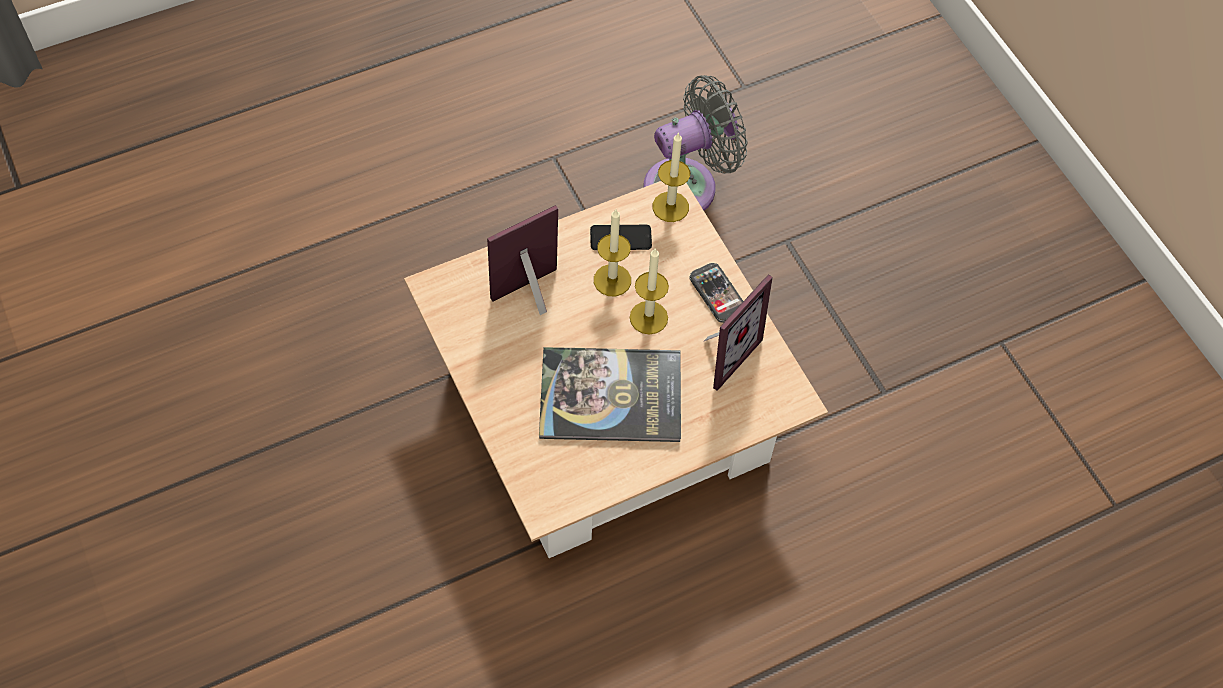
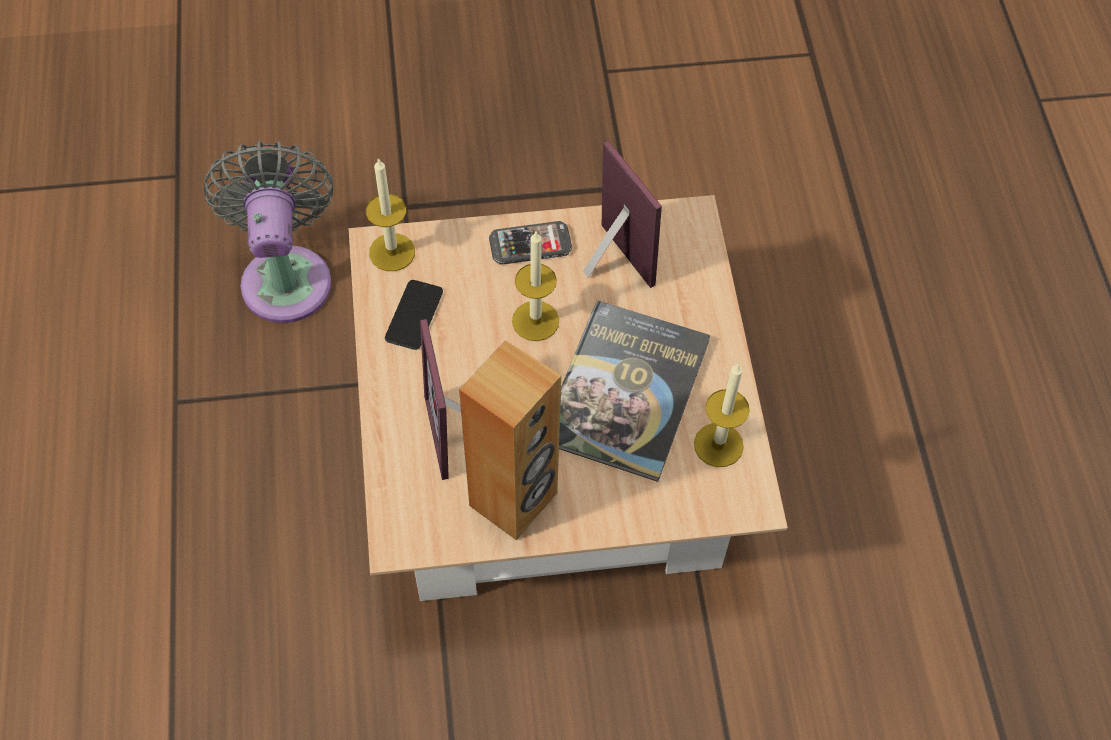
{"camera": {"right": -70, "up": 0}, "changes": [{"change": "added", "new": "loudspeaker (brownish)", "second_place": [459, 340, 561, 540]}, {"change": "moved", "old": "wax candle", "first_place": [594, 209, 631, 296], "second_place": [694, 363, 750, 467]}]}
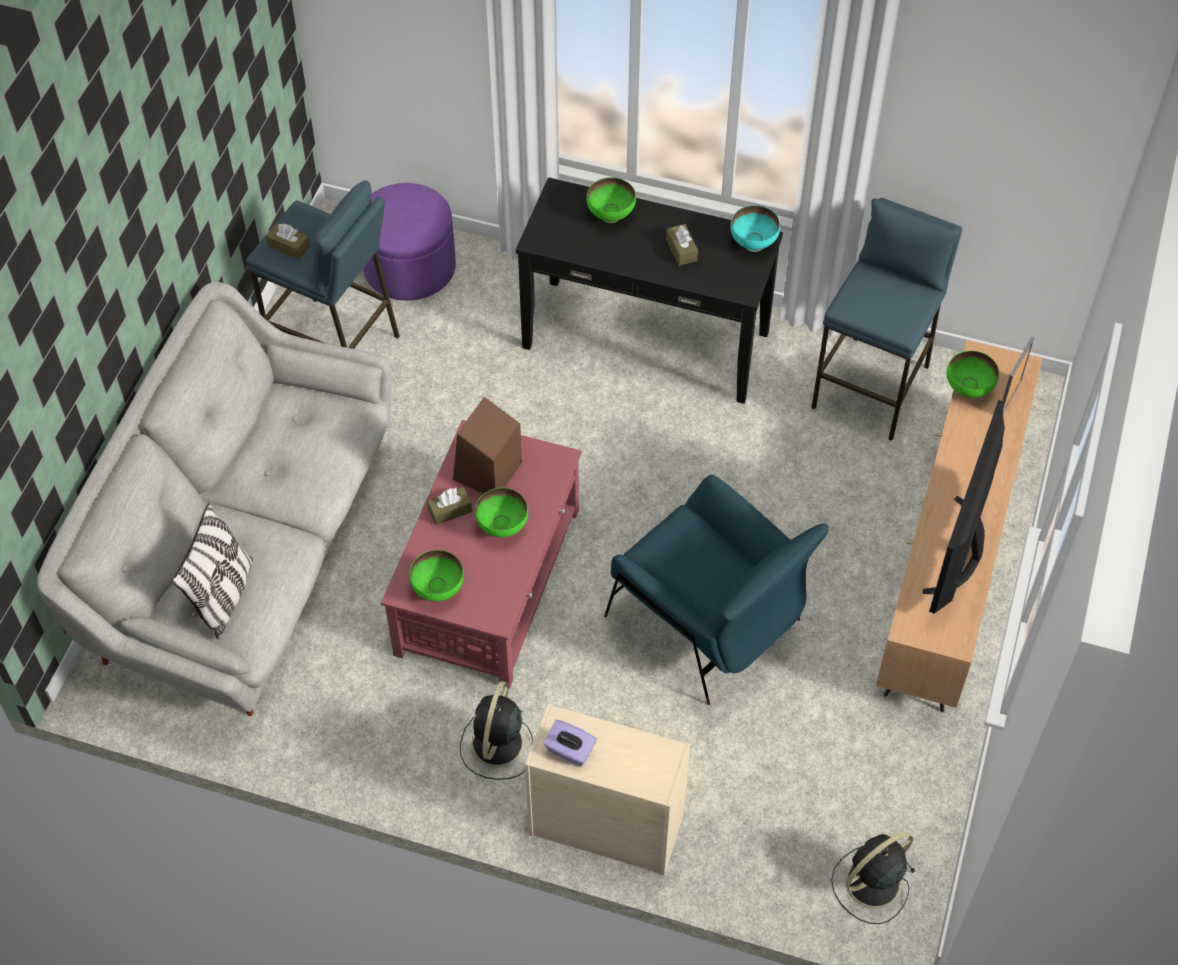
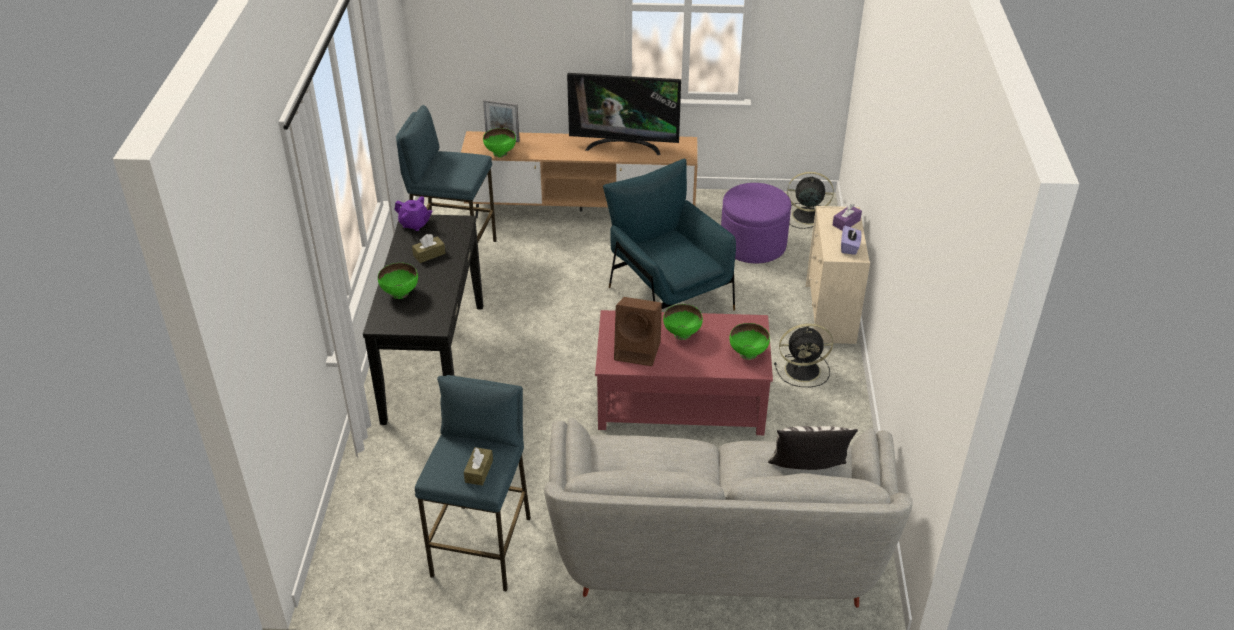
{"camera": {"right": -105, "up": -15}, "changes": [{"change": "replaced", "old": "deep dish (turquoise)", "new": "pot for tea (purple)", "first_place": [730, 205, 780, 252], "second_place": [395, 196, 432, 231]}, {"change": "turned", "old": "lounge chair (bluish)", "first_place": [604, 475, 829, 705], "second_place": [603, 159, 736, 311], "degrees": -60}, {"change": "moved", "old": "footrest (purple)", "first_place": [363, 183, 456, 301], "second_place": [721, 183, 791, 264]}, {"change": "turned", "old": "electric fan (blackish)", "first_place": [831, 832, 916, 924], "second_place": [787, 172, 834, 229], "degrees": 150}, {"change": "added", "new": "box of tissues (purple)", "second_place": [833, 204, 862, 231]}, {"change": "removed", "old": "box of tissues (brownish)", "first_place": [427, 487, 472, 525]}]}
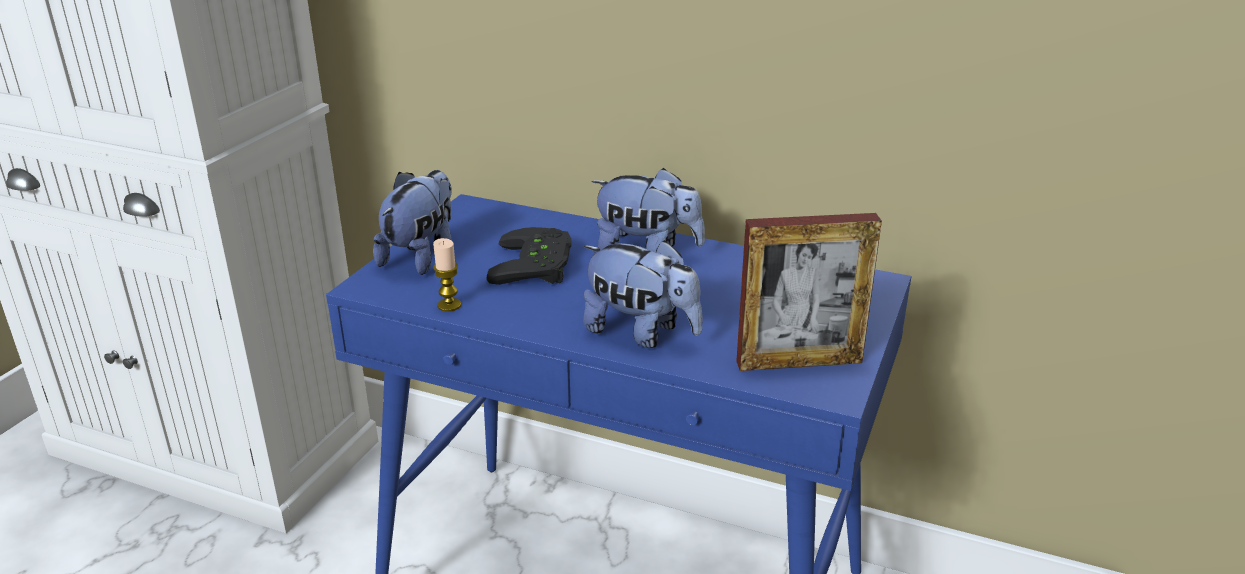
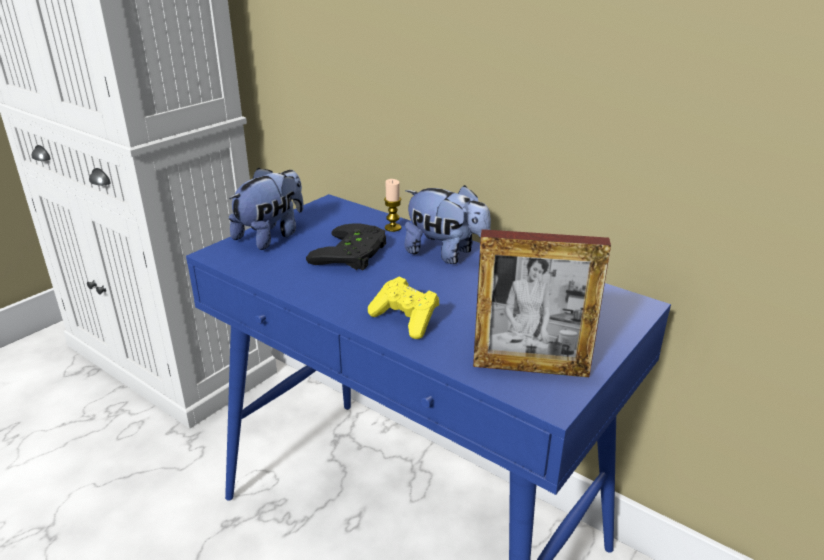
{"camera": {"right": 15, "up": 0}, "changes": [{"change": "replaced", "old": "soft toy", "new": "gamepad (yellowish)", "first_place": [583, 240, 703, 348], "second_place": [368, 277, 439, 339]}, {"change": "moved", "old": "wax candle", "first_place": [433, 238, 461, 312], "second_place": [384, 179, 402, 232]}]}
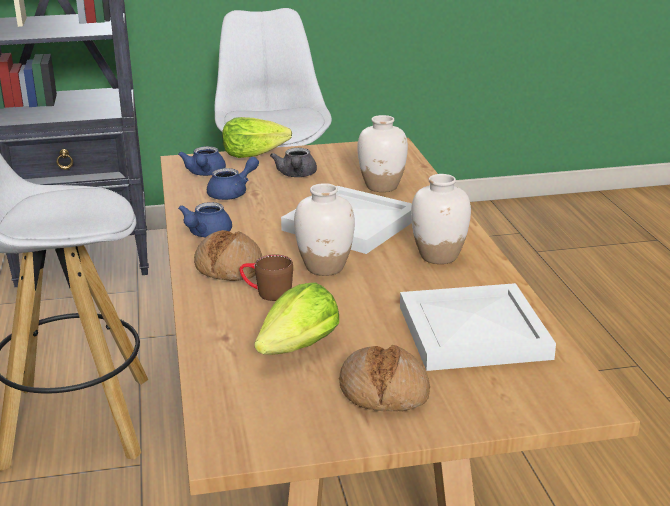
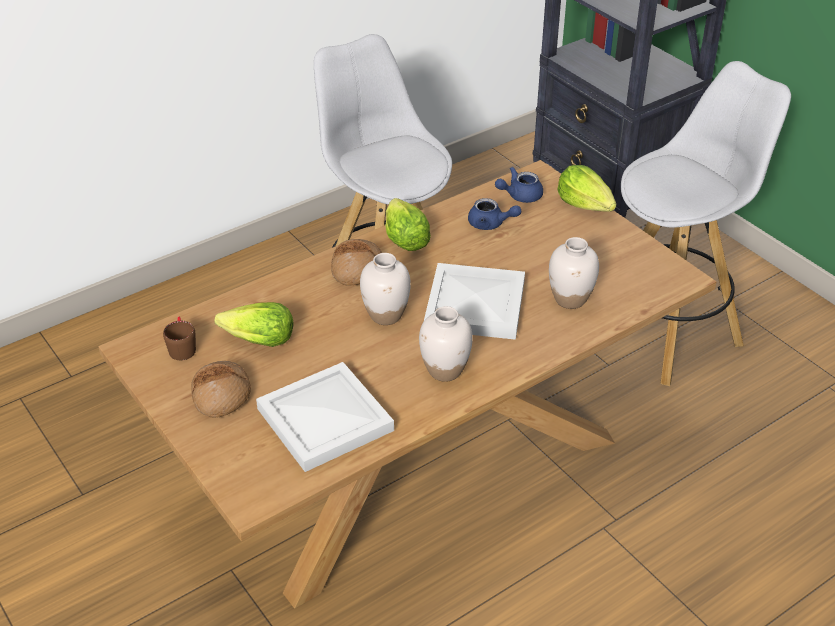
{"camera": {"right": 65, "up": 15}, "changes": [{"change": "moved", "old": "tea mug (brownish)", "first_place": [239, 254, 293, 301], "second_place": [163, 317, 196, 360]}, {"change": "replaced", "old": "pot for tea (bluish)", "new": "head of lettuce", "first_place": [178, 202, 232, 237], "second_place": [385, 198, 431, 251]}, {"change": "removed", "old": "pot for tea (gray)", "first_place": [270, 148, 317, 177]}]}
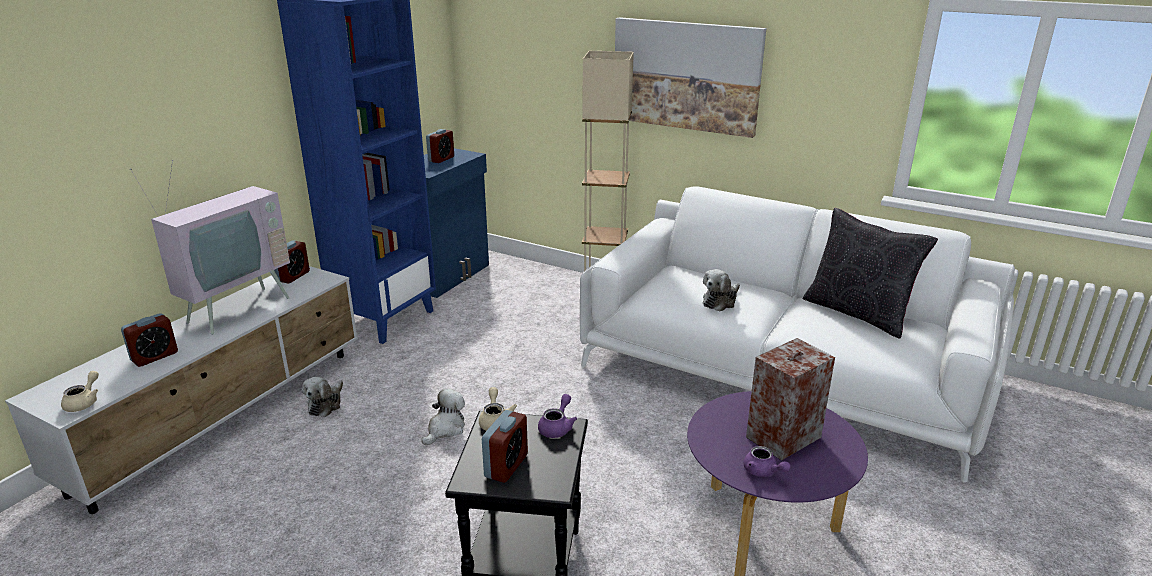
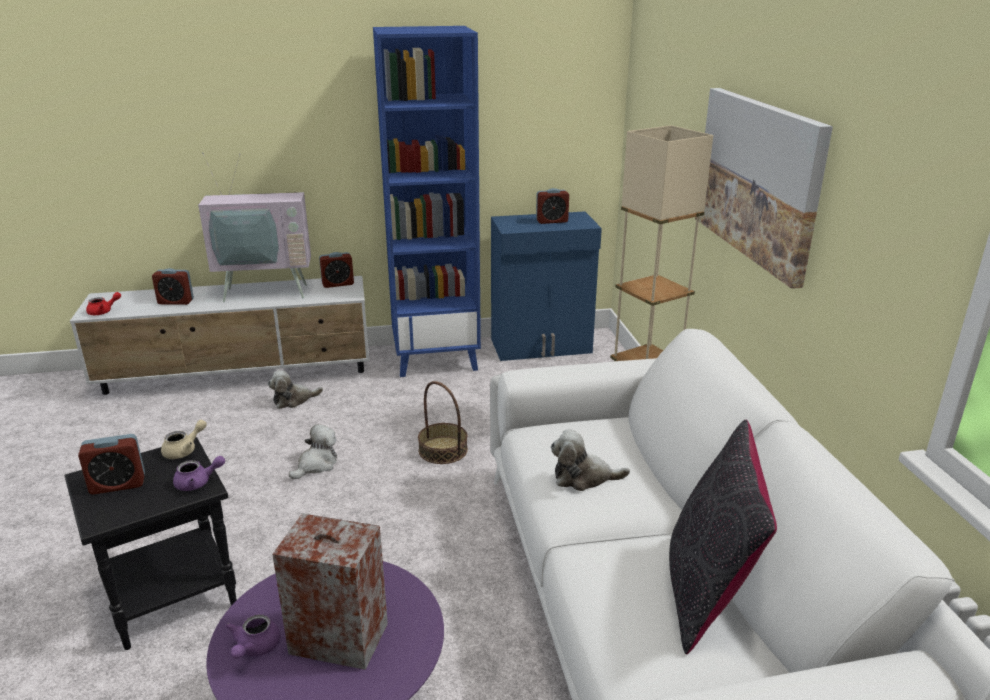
{"camera": {"right": 50, "up": 0}, "changes": [{"change": "recoloured", "old": "pot for tea (beige)", "new": "pot for tea (red)", "first_place": [61, 371, 99, 412], "second_place": [86, 292, 121, 315]}, {"change": "turned", "old": "soft toy", "first_place": [421, 389, 465, 445], "second_place": [289, 424, 337, 479], "degrees": -45}, {"change": "added", "new": "basket", "second_place": [418, 381, 468, 464]}]}
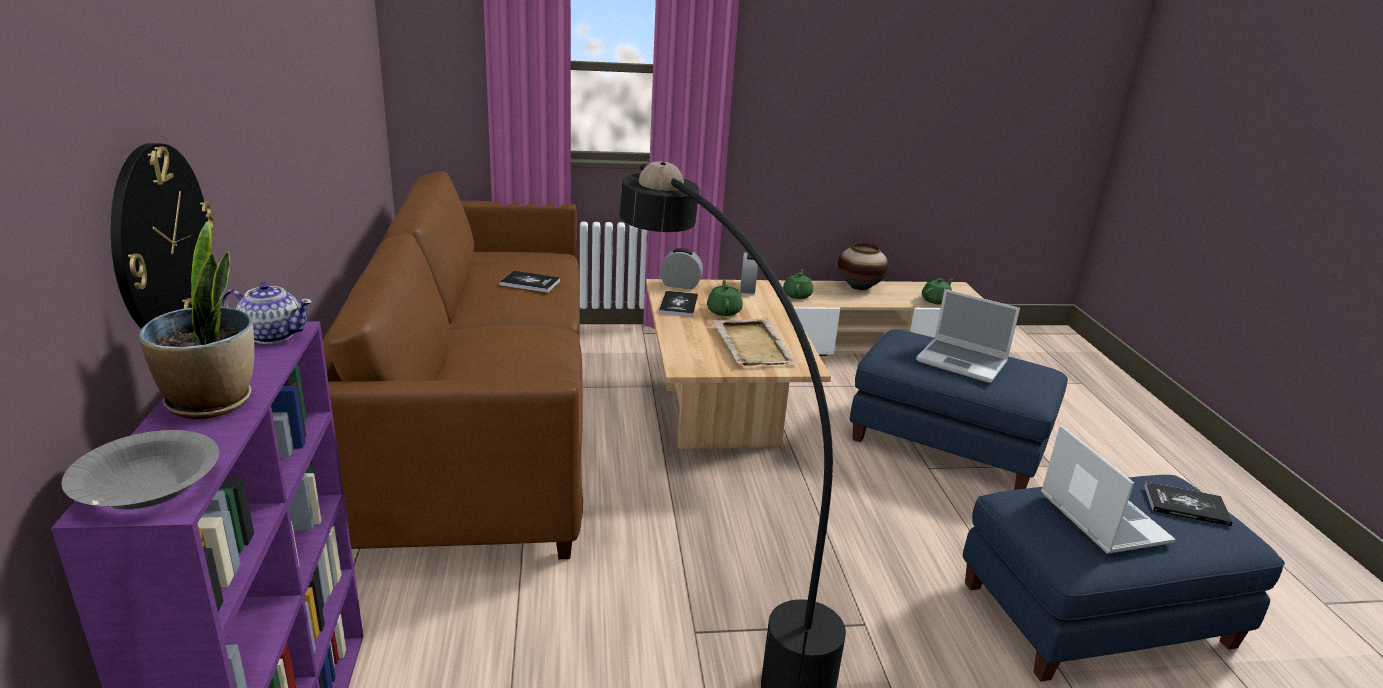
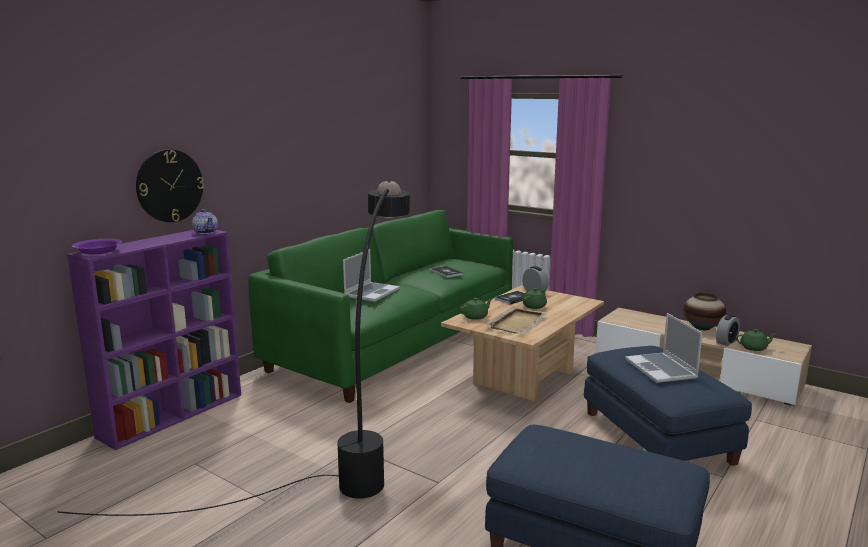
{"camera": {"right": 45, "up": -10}, "changes": [{"change": "recoloured", "old": "deep dish (gray)", "new": "deep dish (purple)", "first_place": [62, 430, 219, 509], "second_place": [72, 239, 123, 255]}, {"change": "recoloured", "old": "settee (brownish)", "new": "settee (green-coloured)", "first_place": [323, 171, 583, 559], "second_place": [248, 210, 513, 403]}, {"change": "moved", "old": "notebook computer", "first_place": [1041, 425, 1176, 554], "second_place": [343, 249, 400, 302]}, {"change": "moved", "old": "pot for tea (green-coloured)", "first_place": [783, 269, 813, 299], "second_place": [460, 298, 493, 320]}, {"change": "moved", "old": "bedside clock", "first_place": [740, 252, 758, 294], "second_place": [716, 315, 740, 346]}, {"change": "removed", "old": "potted plant", "first_place": [139, 220, 254, 419]}, {"change": "removed", "old": "bound book", "first_place": [1144, 482, 1233, 527]}]}
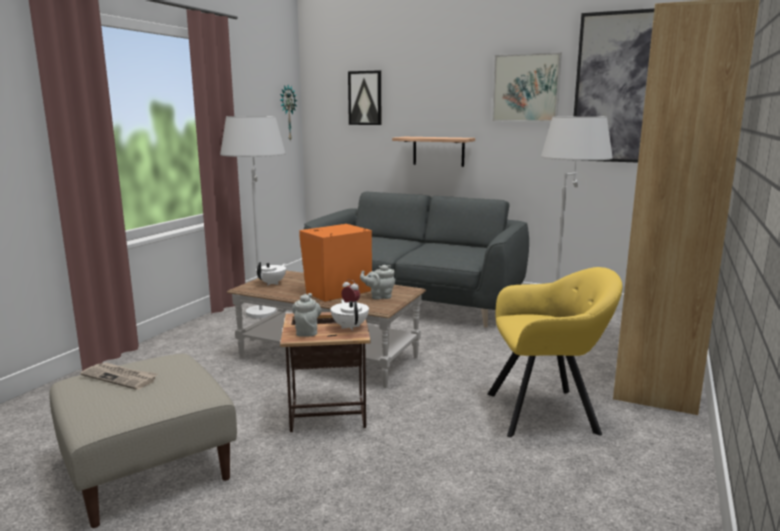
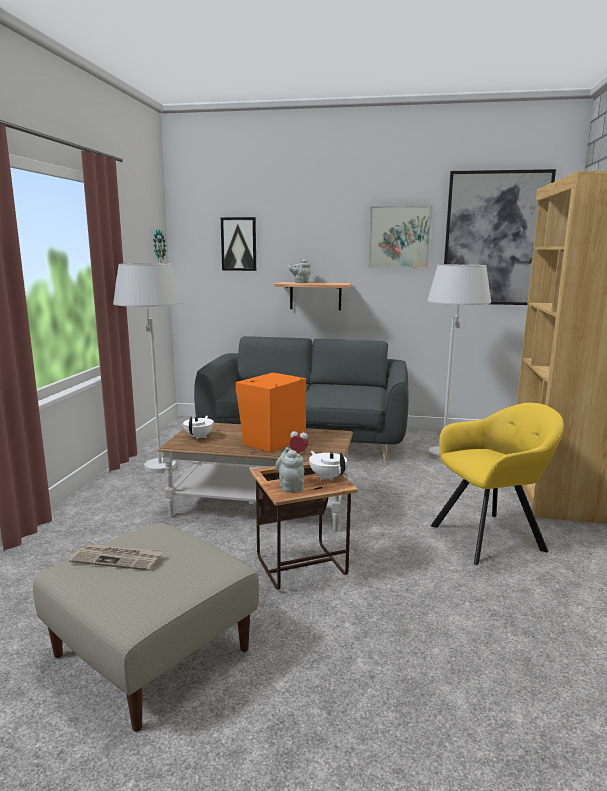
{"camera": {"right": -15, "up": 0}, "changes": [{"change": "moved", "old": "pot for tea (gray)", "first_place": [360, 265, 395, 300], "second_place": [288, 259, 311, 283]}]}
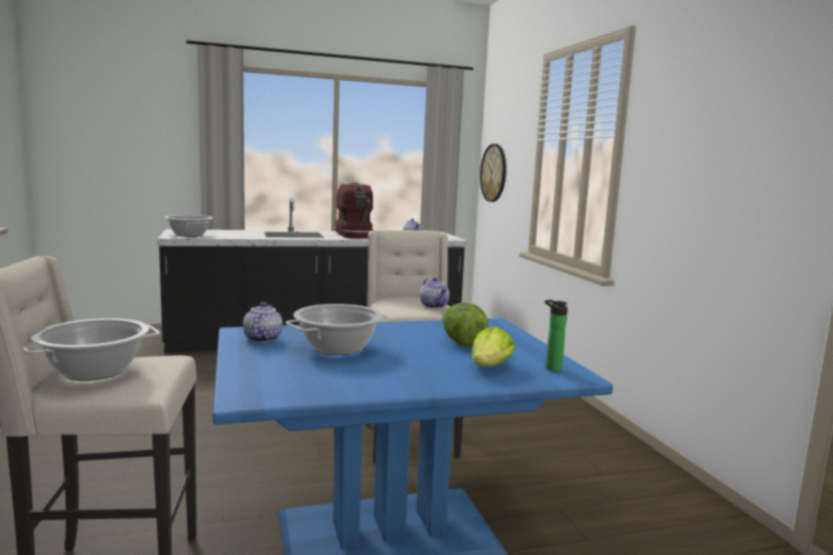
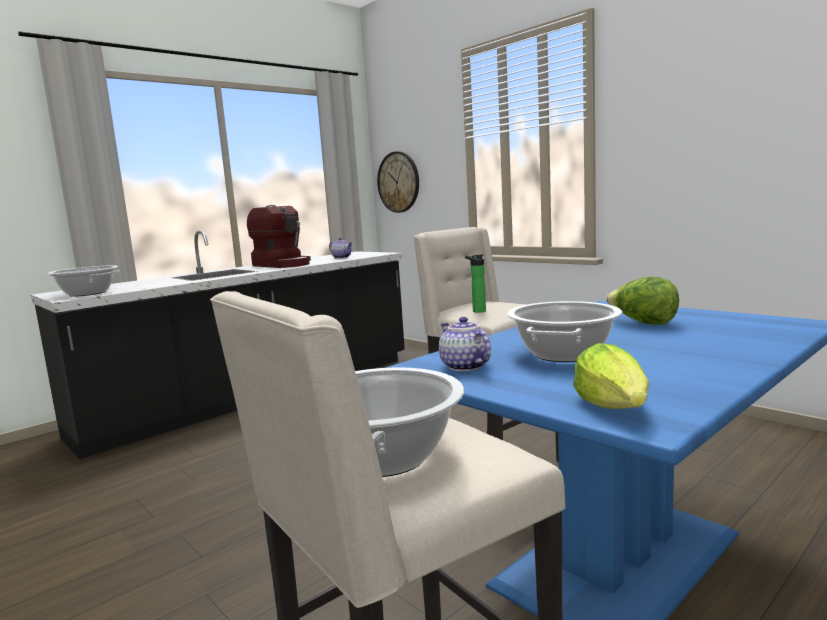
{"camera": {"right": -25, "up": 0}, "changes": [{"change": "moved", "old": "drink bottle", "first_place": [545, 300, 568, 372], "second_place": [465, 254, 486, 313]}, {"change": "moved", "old": "head of lettuce", "first_place": [472, 326, 515, 367], "second_place": [573, 343, 649, 409]}, {"change": "removed", "old": "pot for tea", "first_place": [420, 277, 450, 308]}]}
